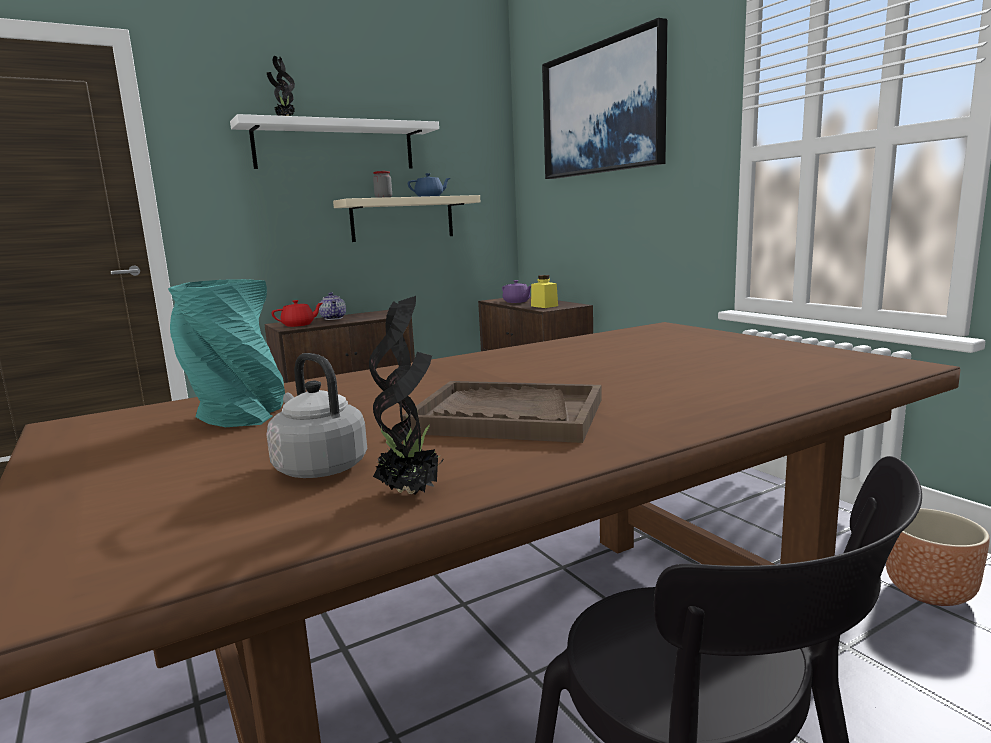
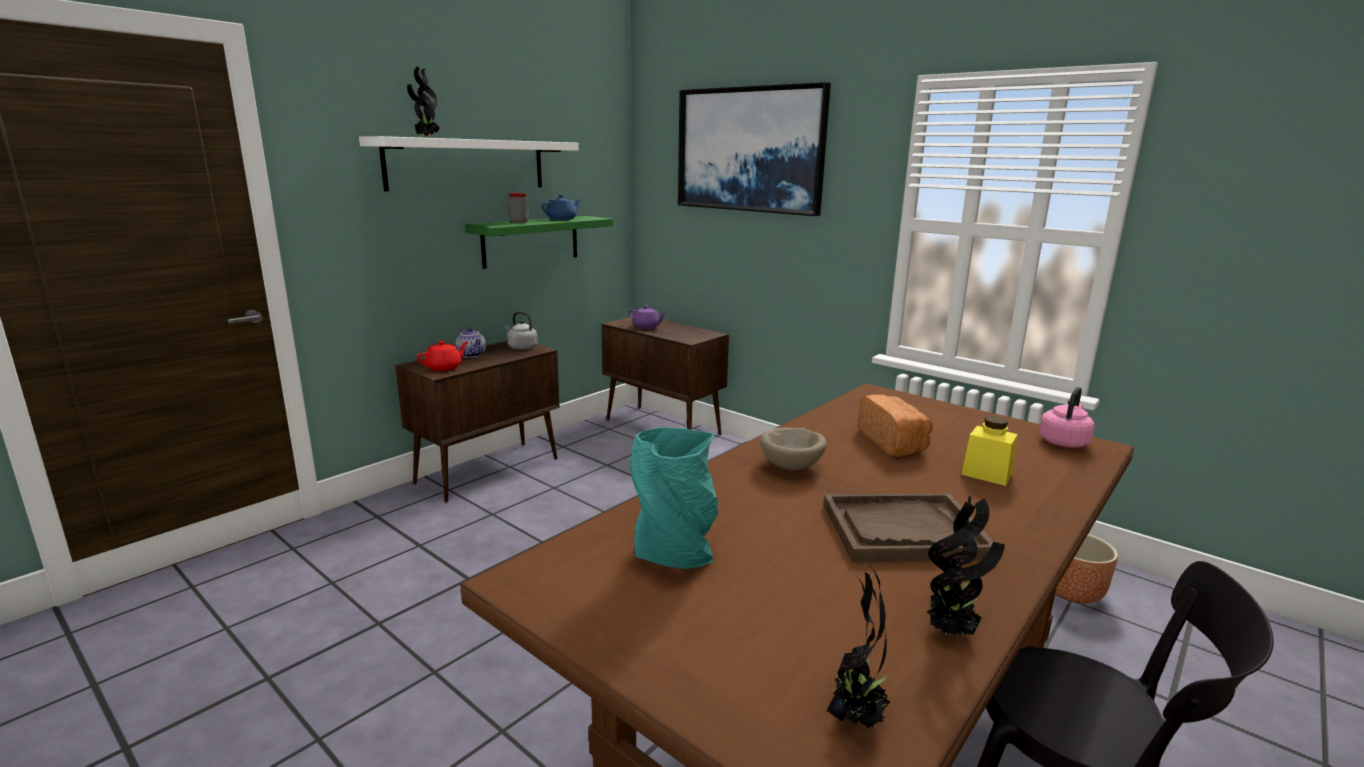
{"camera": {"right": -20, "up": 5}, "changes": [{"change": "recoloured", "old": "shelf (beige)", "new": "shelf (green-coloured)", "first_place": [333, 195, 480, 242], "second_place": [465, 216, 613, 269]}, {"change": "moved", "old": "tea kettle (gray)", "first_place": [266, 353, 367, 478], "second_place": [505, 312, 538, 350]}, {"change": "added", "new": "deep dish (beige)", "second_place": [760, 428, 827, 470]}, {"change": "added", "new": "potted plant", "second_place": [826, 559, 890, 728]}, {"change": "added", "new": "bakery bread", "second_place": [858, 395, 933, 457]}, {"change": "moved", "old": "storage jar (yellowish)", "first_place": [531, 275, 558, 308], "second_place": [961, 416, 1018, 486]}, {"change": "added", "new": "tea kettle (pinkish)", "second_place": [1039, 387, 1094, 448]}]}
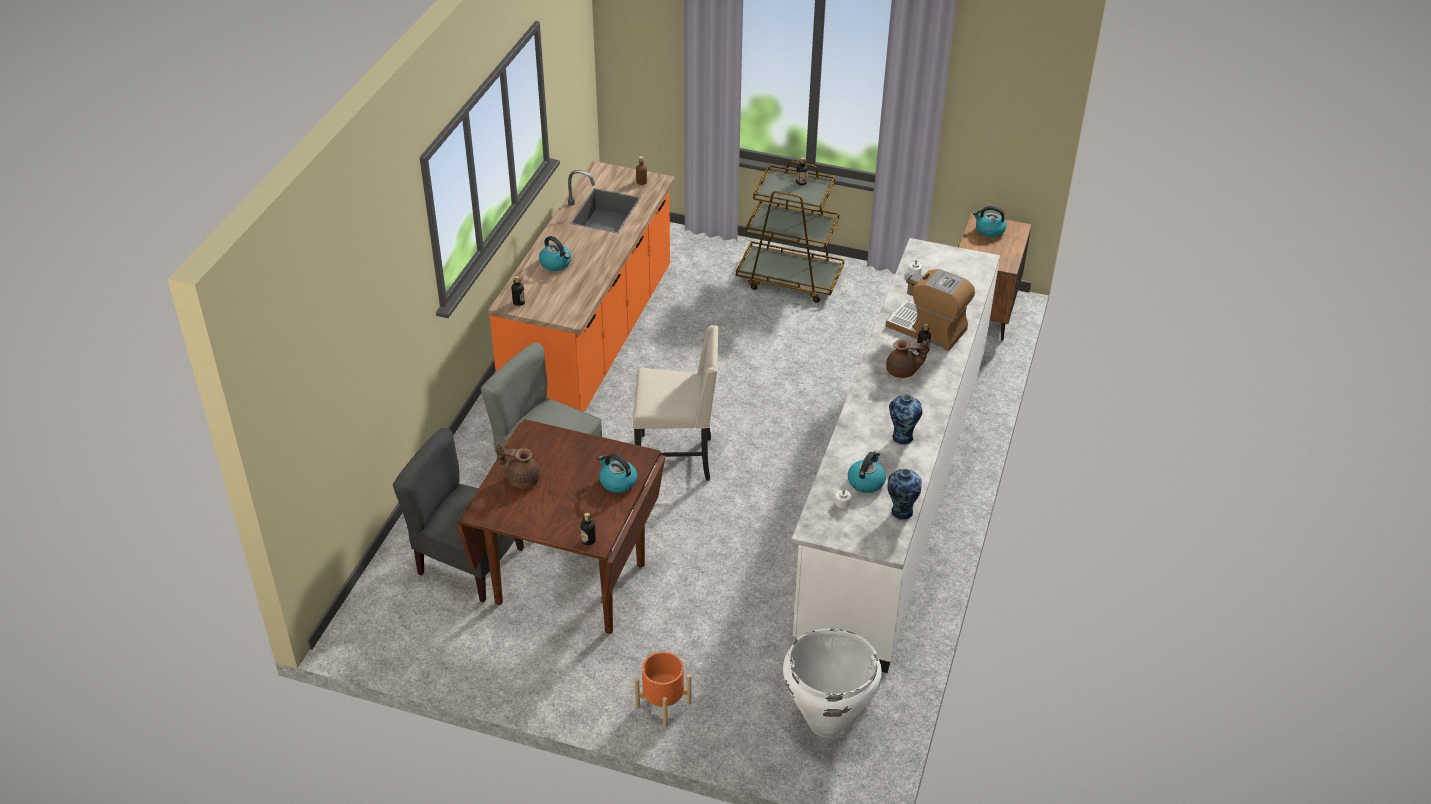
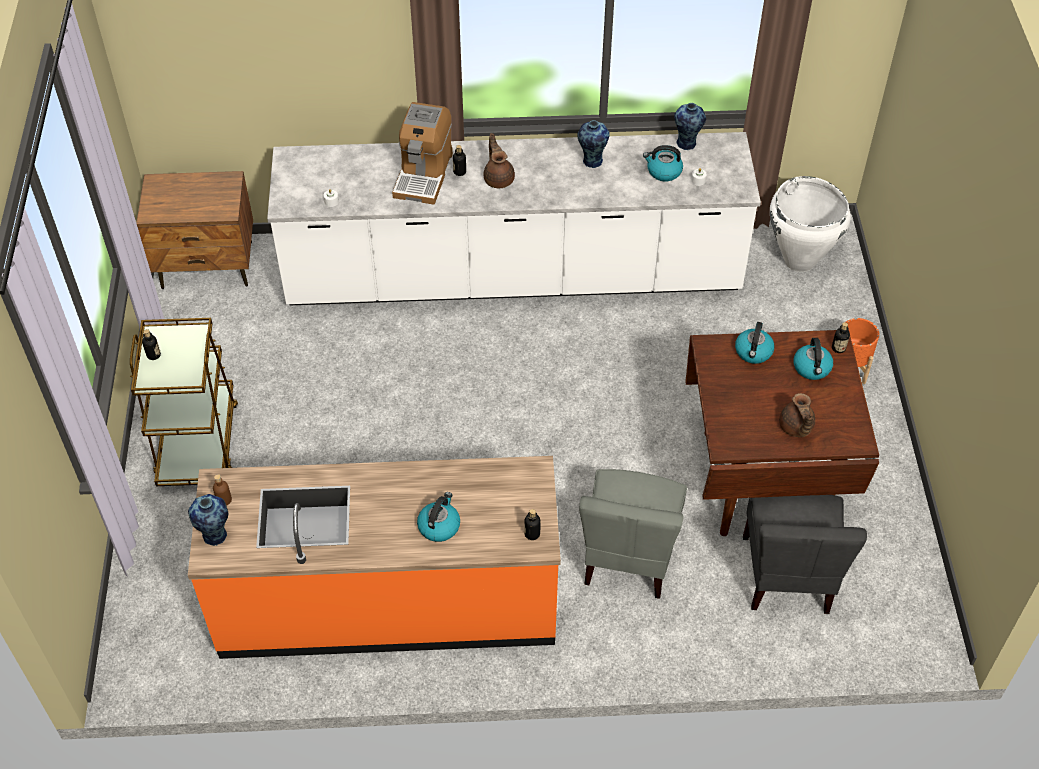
{"camera": {"right": -110, "up": 10}, "changes": [{"change": "added", "new": "decorative vase", "second_place": [188, 494, 229, 546]}, {"change": "moved", "old": "tea kettle", "first_place": [973, 206, 1006, 238], "second_place": [794, 338, 833, 380]}, {"change": "removed", "old": "upright chair (beige)", "first_place": [633, 325, 718, 481]}]}
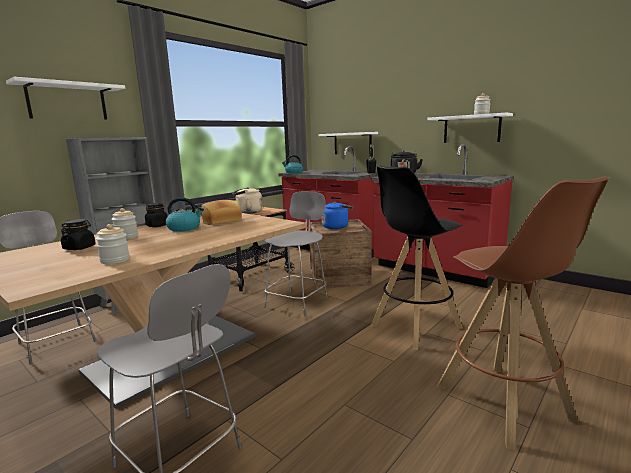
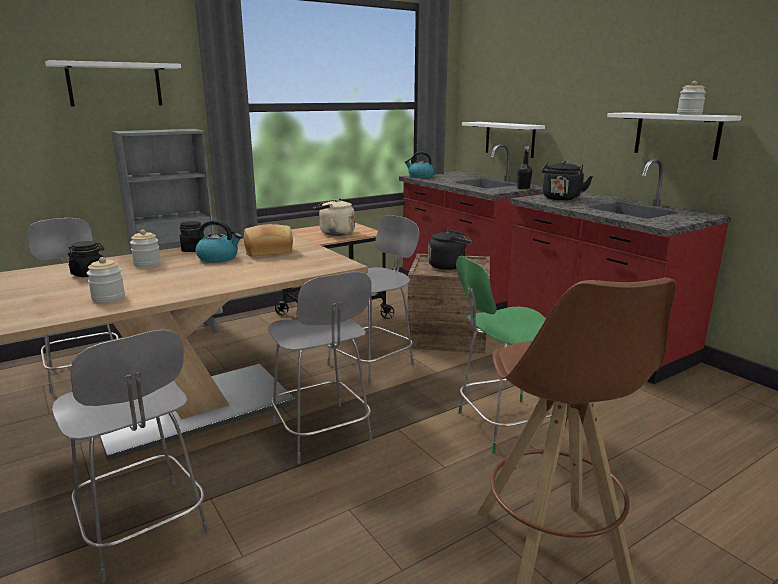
{"camera": {"right": 15, "up": 5}, "changes": [{"change": "added", "new": "upright chair (gray)", "second_place": [268, 272, 372, 464]}, {"change": "recoloured", "old": "tea kettle (bluish)", "new": "tea kettle (blackish)", "first_place": [322, 202, 353, 229], "second_place": [428, 229, 472, 270]}, {"change": "replaced", "old": "stool seat (blackish)", "new": "upright chair (green-coloured)", "first_place": [371, 166, 463, 350], "second_place": [456, 256, 552, 453]}]}
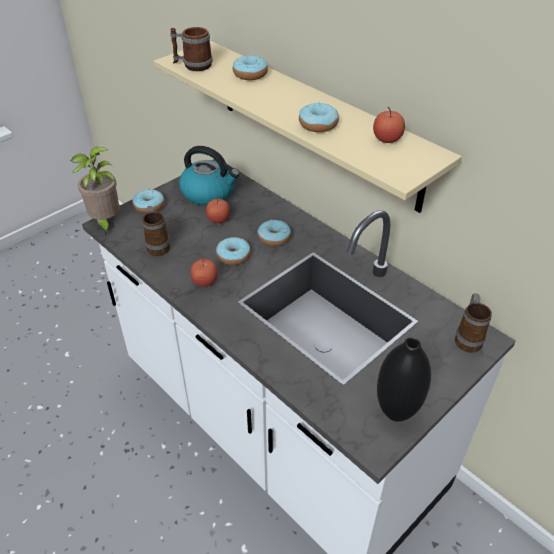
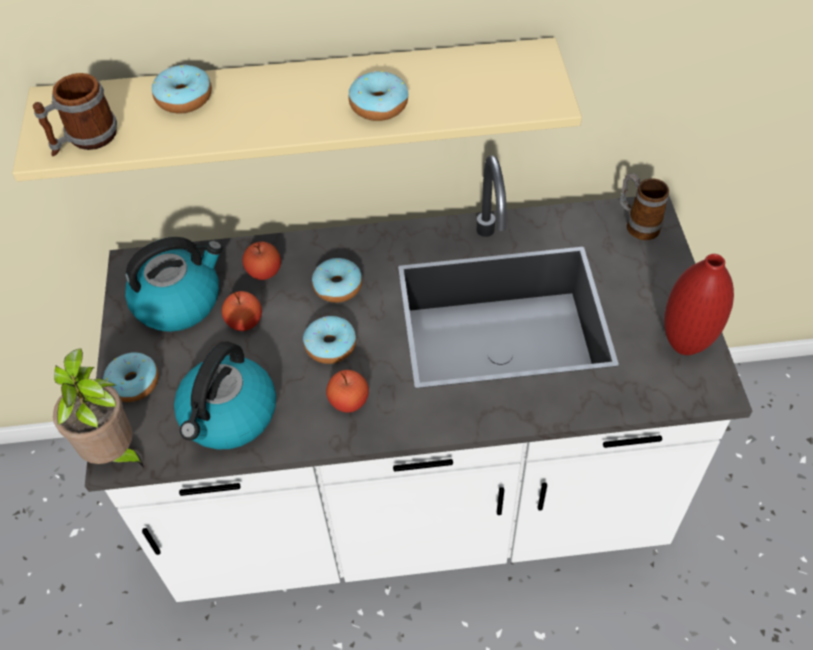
{"camera": {"right": -50, "up": 10}, "changes": [{"change": "replaced", "old": "tea mug", "new": "tea kettle", "first_place": [143, 206, 170, 256], "second_place": [174, 341, 276, 449]}, {"change": "moved", "old": "apple fruit", "first_place": [373, 107, 405, 143], "second_place": [243, 241, 281, 280]}, {"change": "recoloured", "old": "decorative vase (blackish)", "new": "decorative vase (red)", "first_place": [377, 337, 431, 422], "second_place": [664, 254, 734, 355]}]}
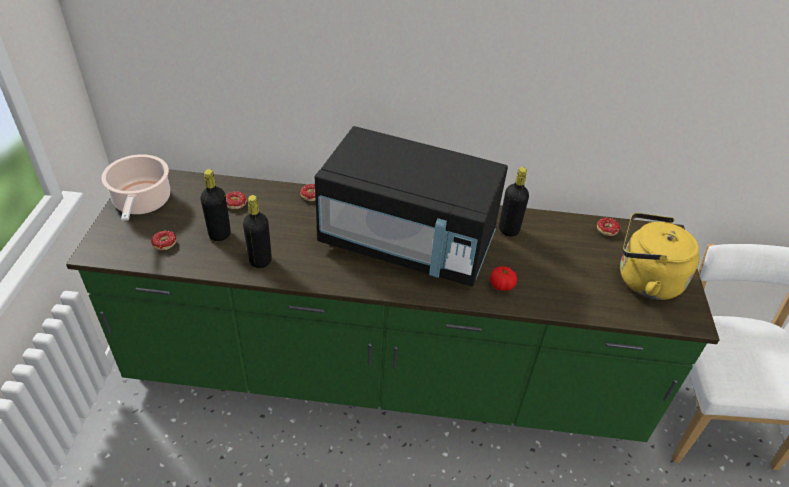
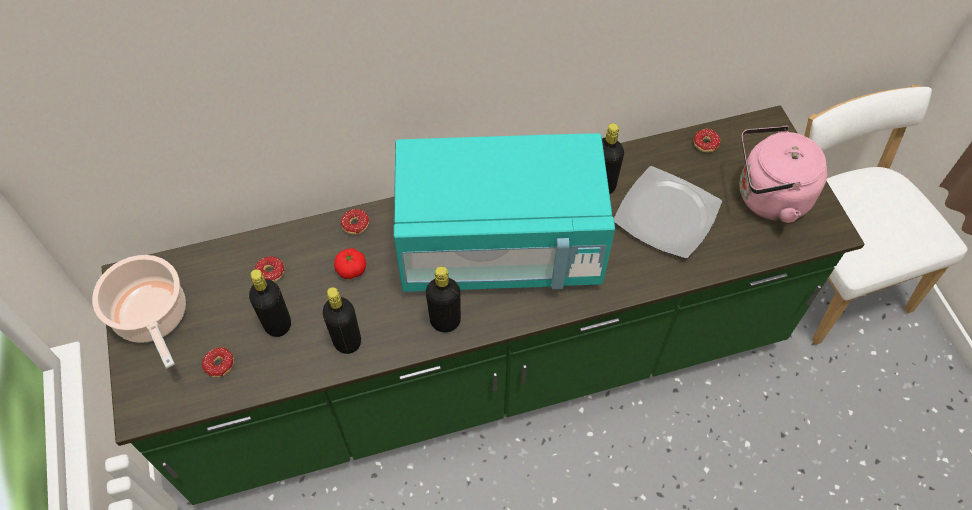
{"camera": {"right": -20, "up": 15}, "changes": [{"change": "moved", "old": "whole tomato", "first_place": [490, 266, 517, 291], "second_place": [334, 248, 366, 279]}, {"change": "recoloured", "old": "kitchen microwave (blackish)", "new": "kitchen microwave (turquoise)", "first_place": [315, 126, 508, 287], "second_place": [394, 133, 615, 292]}, {"change": "added", "new": "drink bottle (blackish)", "second_place": [426, 266, 461, 332]}, {"change": "added", "new": "flat dish", "second_place": [614, 166, 722, 259]}, {"change": "recoloured", "old": "tea kettle (yellowish)", "new": "tea kettle (pinkish)", "first_place": [620, 213, 699, 300], "second_place": [739, 126, 827, 223]}]}
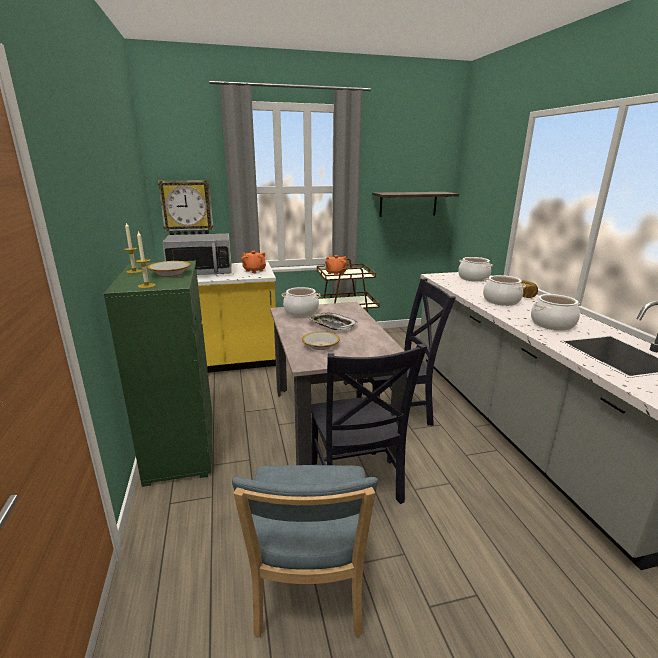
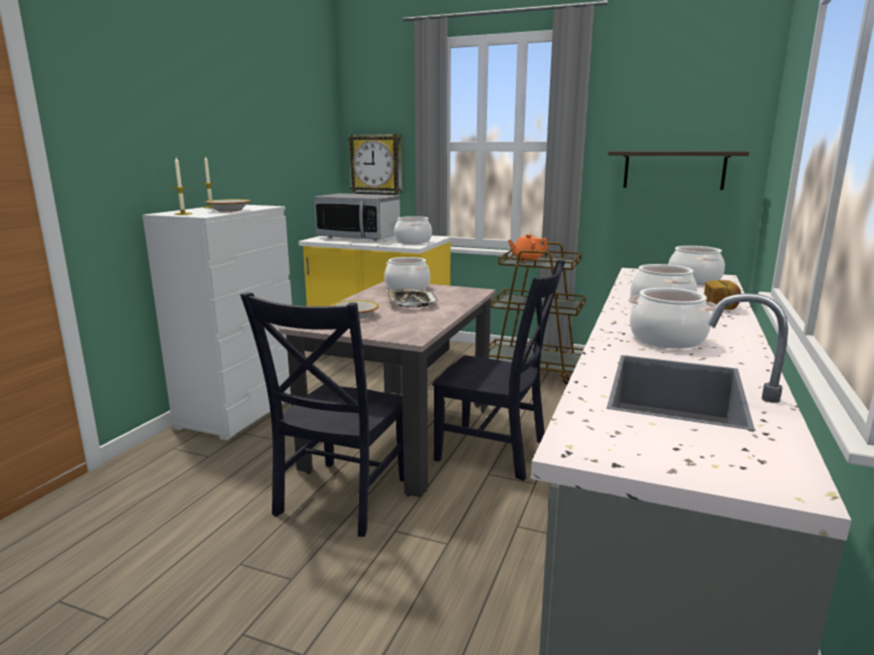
{"camera": {"right": 35, "up": -5}, "changes": [{"change": "recoloured", "old": "drawer chest (green-coloured)", "new": "drawer chest (white-coloured)", "first_place": [104, 261, 213, 487], "second_place": [142, 205, 292, 440]}, {"change": "replaced", "old": "pot for tea (orange-coloured)", "new": "cooking pot", "first_place": [241, 251, 266, 273], "second_place": [394, 216, 432, 244]}, {"change": "removed", "old": "upright chair (bluish)", "first_place": [232, 465, 378, 637]}]}
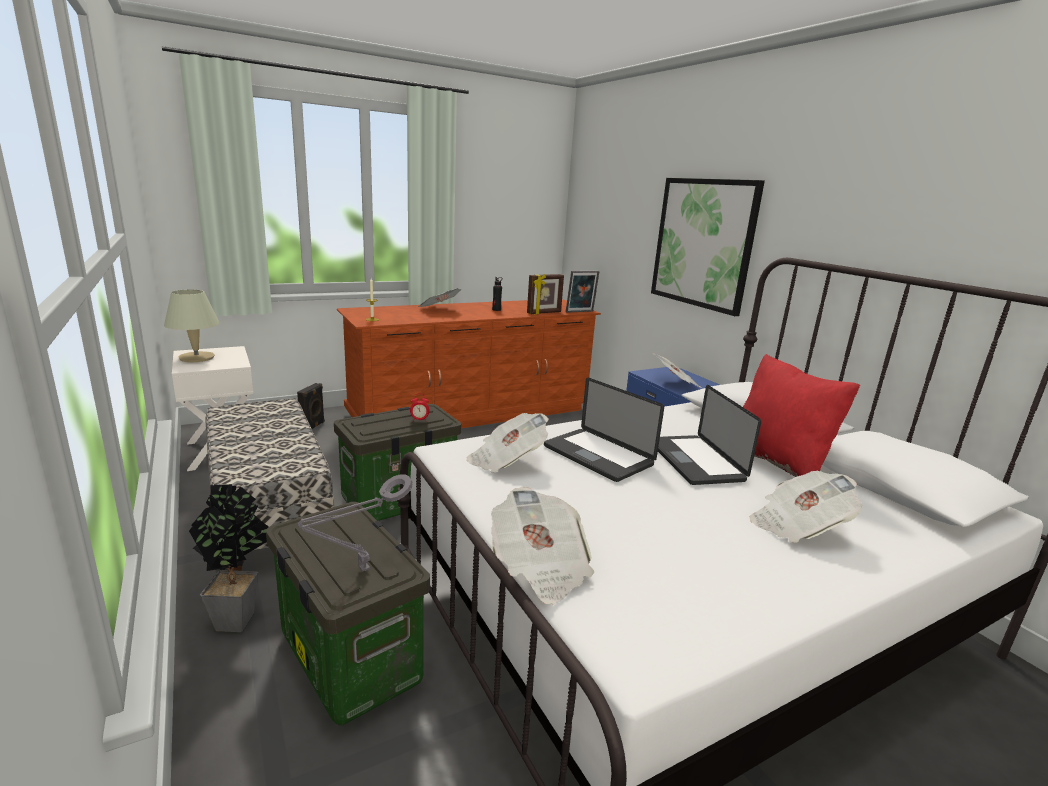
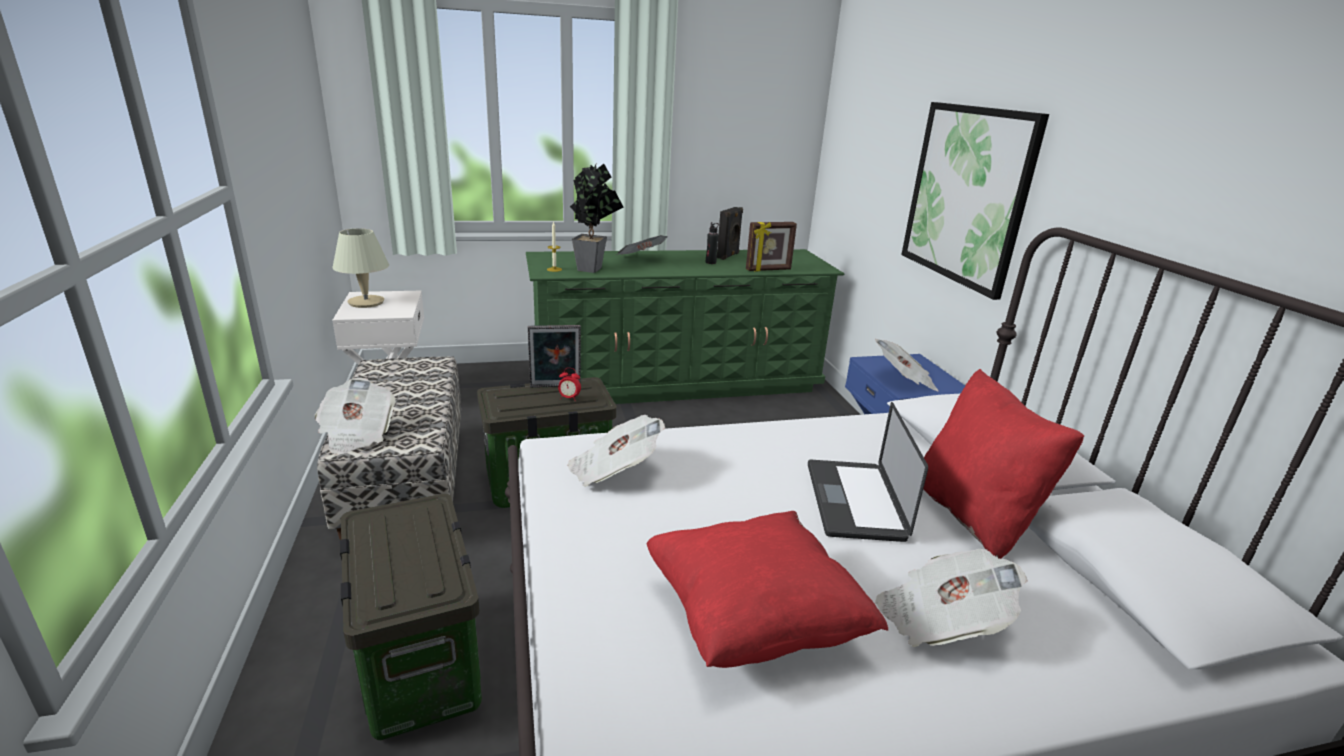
{"camera": {"right": 15, "up": 5}, "changes": [{"change": "moved", "old": "daily paper", "first_place": [491, 487, 594, 605], "second_place": [315, 378, 396, 454]}, {"change": "recoloured", "old": "drawer chest (brownish)", "new": "drawer chest (green-coloured)", "first_place": [337, 299, 601, 428], "second_place": [526, 249, 845, 404]}, {"change": "moved", "old": "standing frame", "first_place": [566, 271, 599, 313], "second_place": [528, 325, 581, 388]}, {"change": "moved", "old": "potted plant", "first_place": [189, 484, 268, 632], "second_place": [570, 164, 623, 273]}, {"change": "added", "new": "throw pillow (red)", "second_place": [647, 511, 888, 668]}, {"change": "moved", "old": "loudspeaker (blackish)", "first_place": [297, 383, 325, 429], "second_place": [717, 207, 743, 260]}, {"change": "removed", "old": "tabletop lamp (gray)", "first_place": [298, 474, 413, 572]}, {"change": "removed", "old": "notebook computer", "first_place": [544, 378, 664, 482]}]}
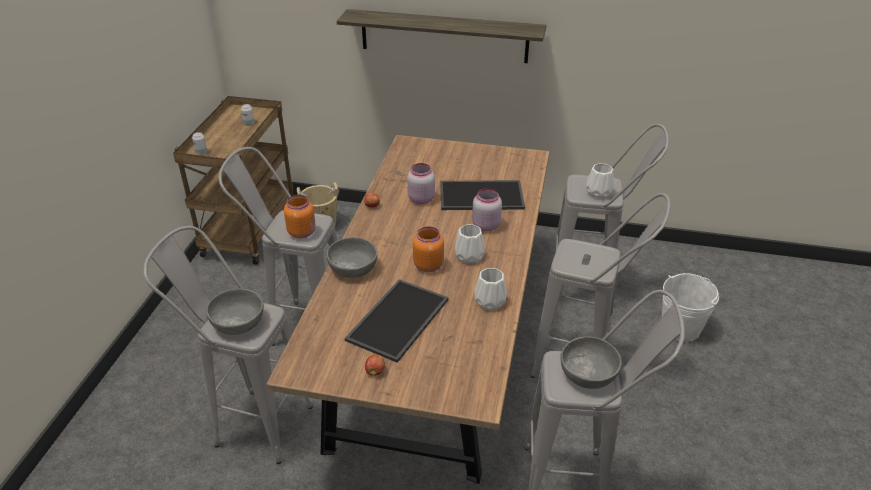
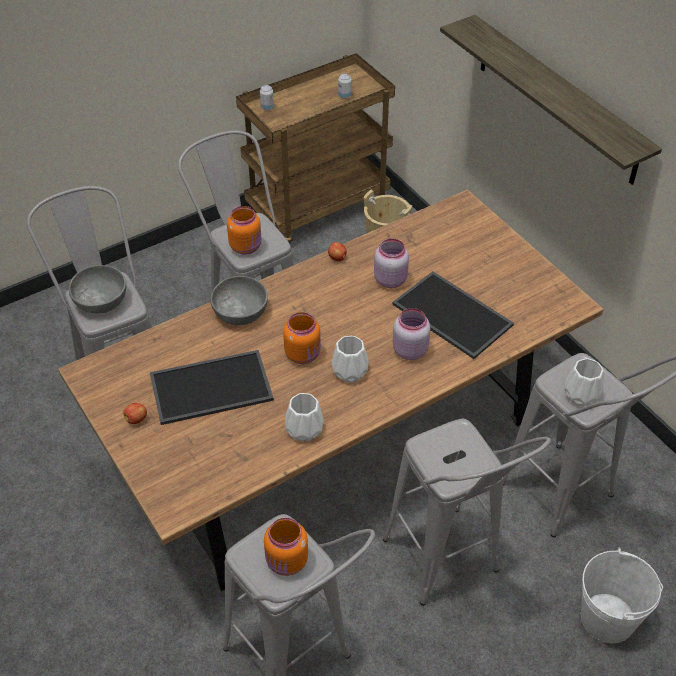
{"camera": {"right": 45, "up": 10}, "changes": [{"change": "replaced", "old": "deep dish (gray)", "new": "storage jar (orange-coloured)", "first_place": [560, 336, 622, 389], "second_place": [264, 518, 308, 576]}]}
